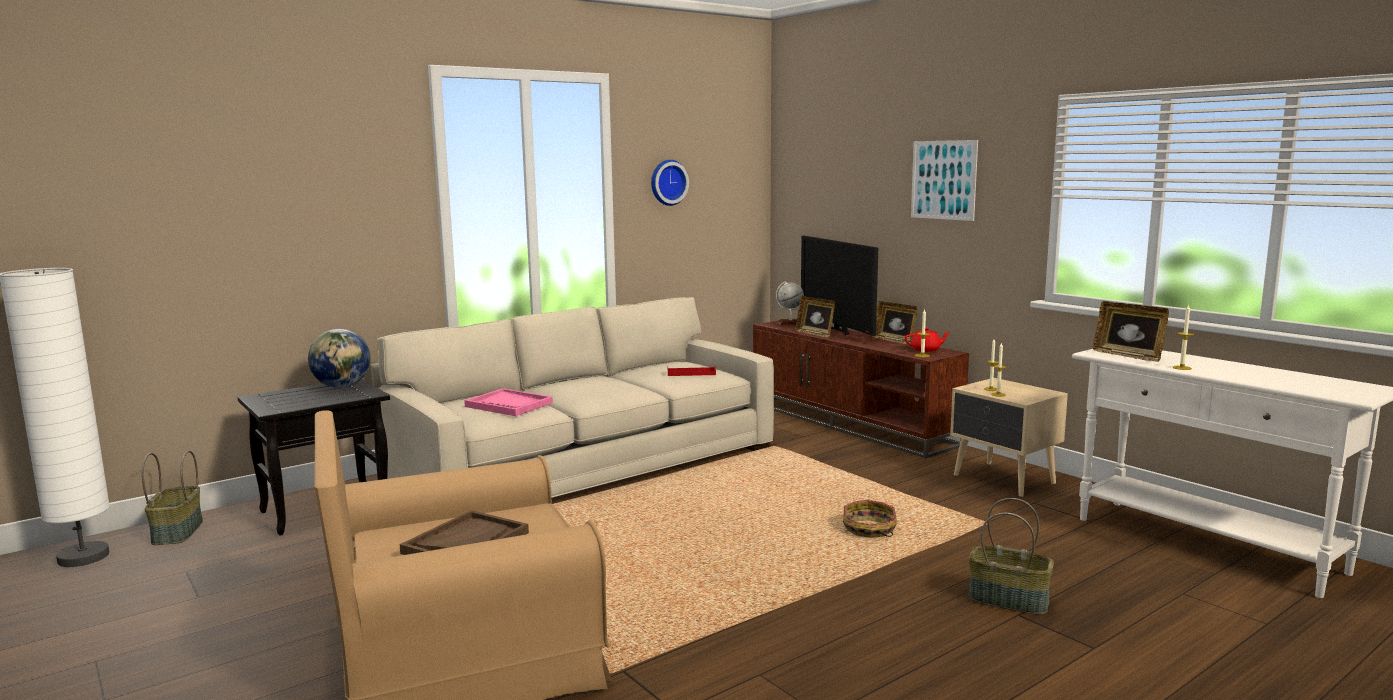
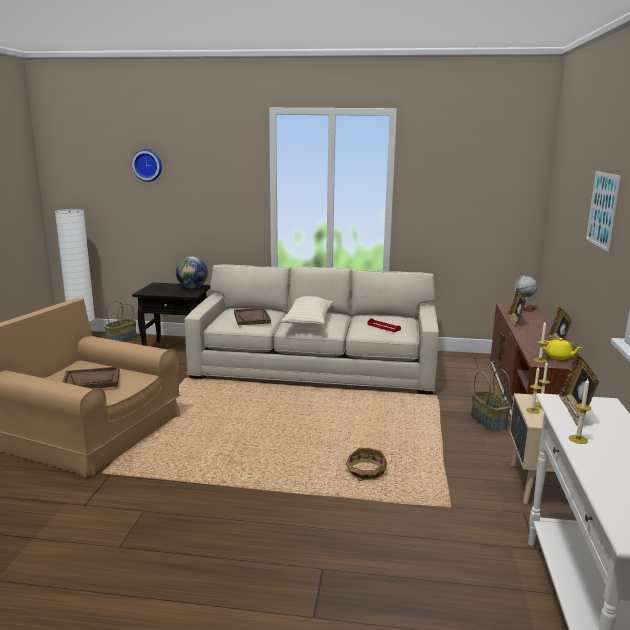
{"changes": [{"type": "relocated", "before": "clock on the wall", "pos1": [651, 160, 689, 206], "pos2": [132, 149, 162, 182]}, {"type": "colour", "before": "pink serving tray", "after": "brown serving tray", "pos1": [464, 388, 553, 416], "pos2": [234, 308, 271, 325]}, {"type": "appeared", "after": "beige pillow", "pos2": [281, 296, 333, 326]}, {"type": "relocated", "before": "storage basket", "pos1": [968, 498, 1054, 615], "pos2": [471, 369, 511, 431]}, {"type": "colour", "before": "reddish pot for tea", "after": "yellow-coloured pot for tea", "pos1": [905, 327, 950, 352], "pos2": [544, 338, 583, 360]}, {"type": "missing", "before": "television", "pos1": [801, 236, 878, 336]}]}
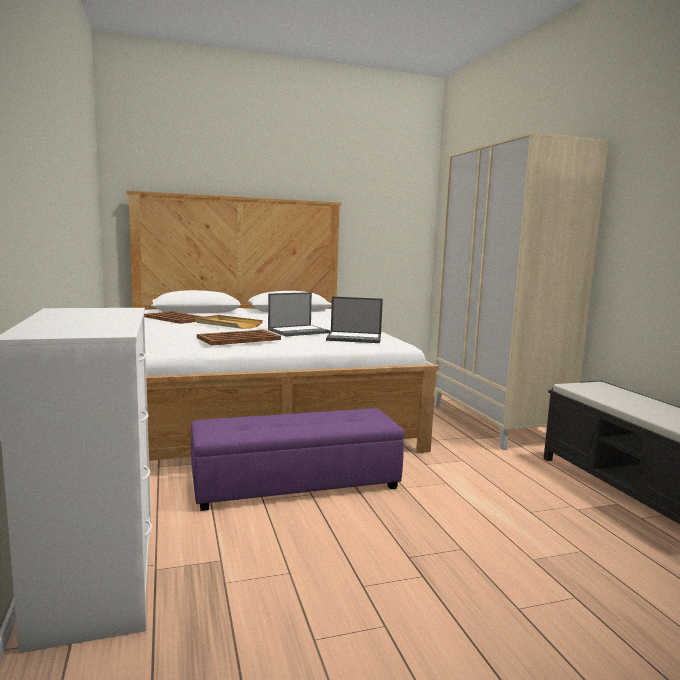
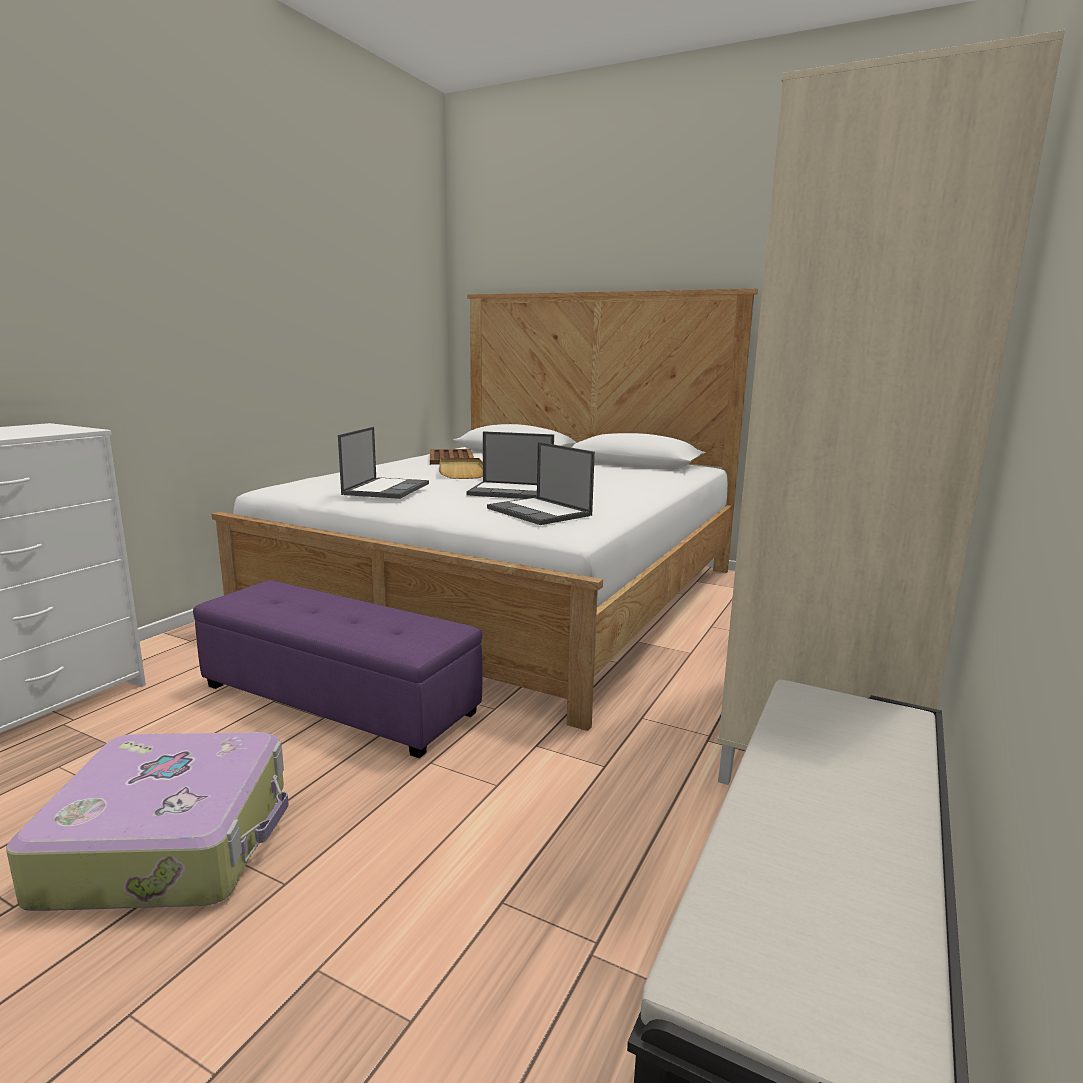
{"changes": [{"type": "appeared", "after": "travel case", "pos2": [6, 732, 289, 911]}, {"type": "exchanged", "before": "brown serving tray", "after": "notebook computer", "pos1": [197, 330, 281, 345], "pos2": [338, 427, 429, 499]}]}
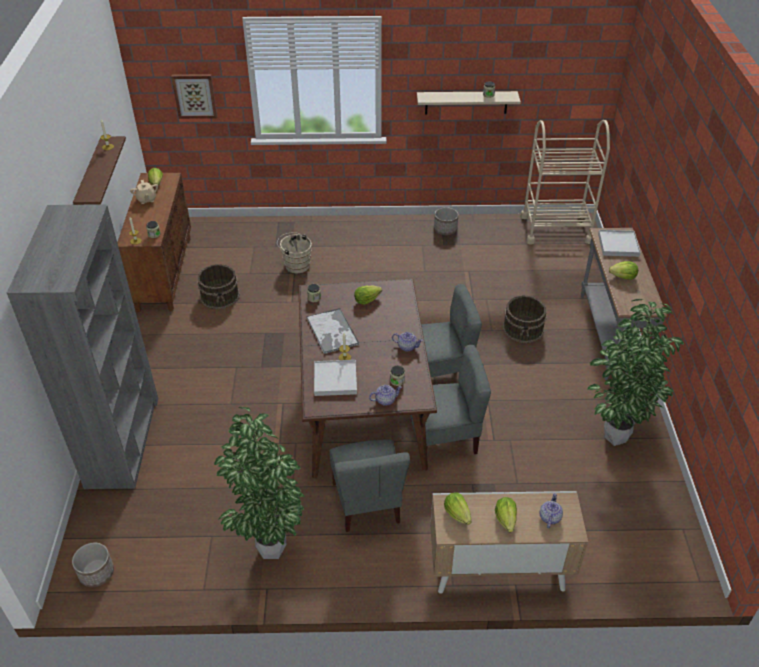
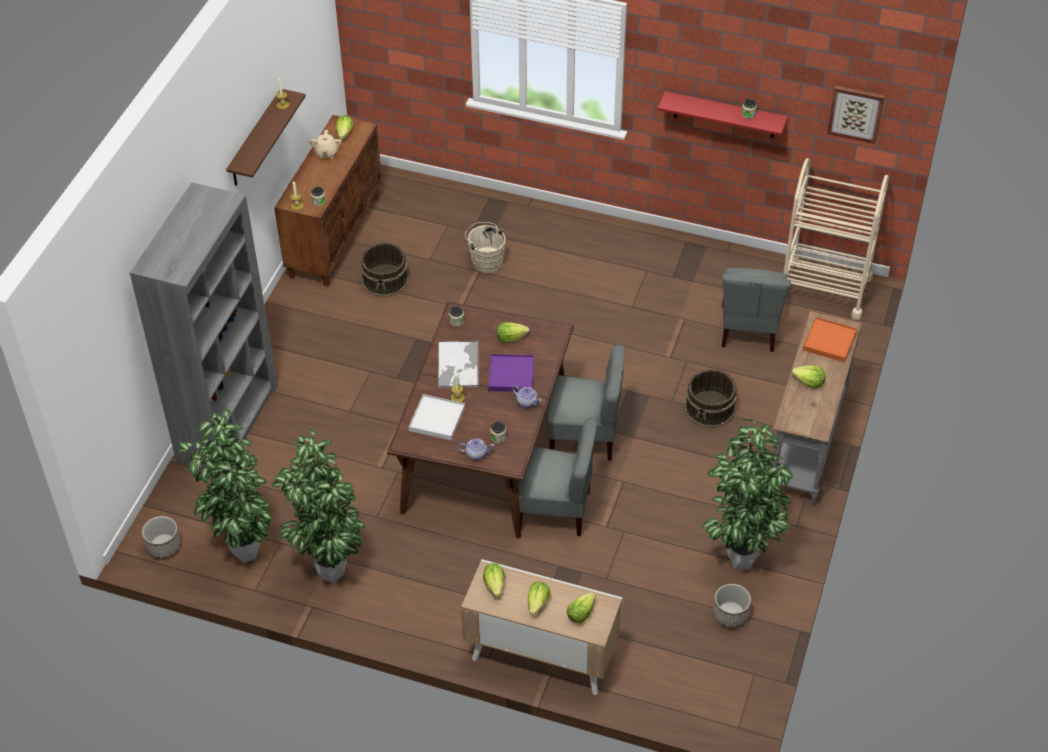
{"changes": [{"type": "appeared", "after": "houseplant", "pos2": [178, 407, 273, 563]}, {"type": "appeared", "after": "purple serving tray", "pos2": [488, 354, 534, 392]}, {"type": "exchanged", "before": "pot for tea", "after": "lettuce", "pos1": [540, 493, 563, 528], "pos2": [567, 592, 596, 624]}, {"type": "colour", "before": "beige shelf", "after": "reddish shelf", "pos1": [417, 91, 521, 115], "pos2": [658, 91, 788, 138]}, {"type": "relocated", "before": "flower pot", "pos1": [434, 207, 458, 235], "pos2": [713, 584, 751, 628]}, {"type": "relocated", "before": "greyish chair", "pos1": [330, 439, 410, 532], "pos2": [722, 268, 791, 352]}, {"type": "colour", "before": "white-coloured serving tray", "after": "orangey serving tray", "pos1": [598, 230, 640, 257], "pos2": [803, 317, 857, 362]}, {"type": "relocated", "before": "wall art", "pos1": [171, 74, 217, 119], "pos2": [827, 85, 885, 144]}]}
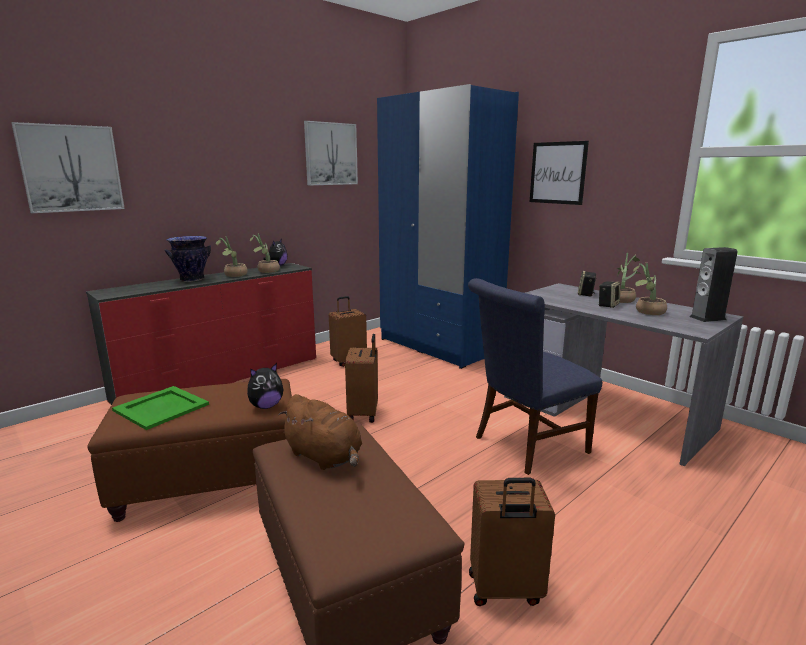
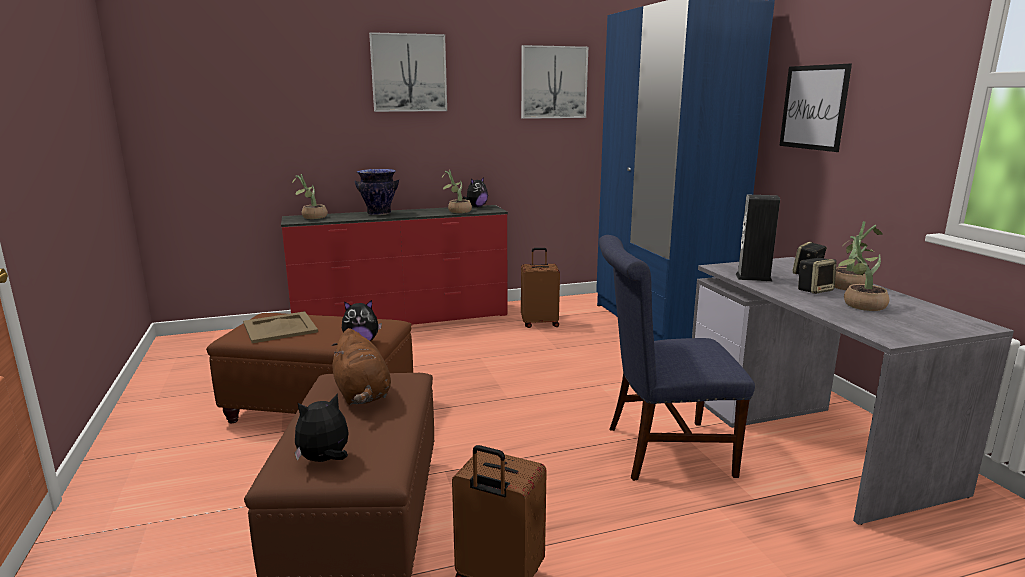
{"changes": [{"type": "colour", "before": "green serving tray", "after": "beige serving tray", "pos1": [112, 386, 209, 430], "pos2": [243, 311, 318, 343]}, {"type": "relocated", "before": "houseplant", "pos1": [216, 236, 248, 277], "pos2": [292, 174, 328, 219]}, {"type": "appeared", "after": "soft toy", "pos2": [295, 393, 349, 462]}, {"type": "relocated", "before": "wall art", "pos1": [11, 122, 125, 213], "pos2": [369, 32, 447, 112]}, {"type": "relocated", "before": "speaker", "pos1": [689, 247, 738, 322], "pos2": [736, 194, 780, 281]}, {"type": "missing", "before": "brown travel case", "pos1": [345, 334, 378, 423]}]}
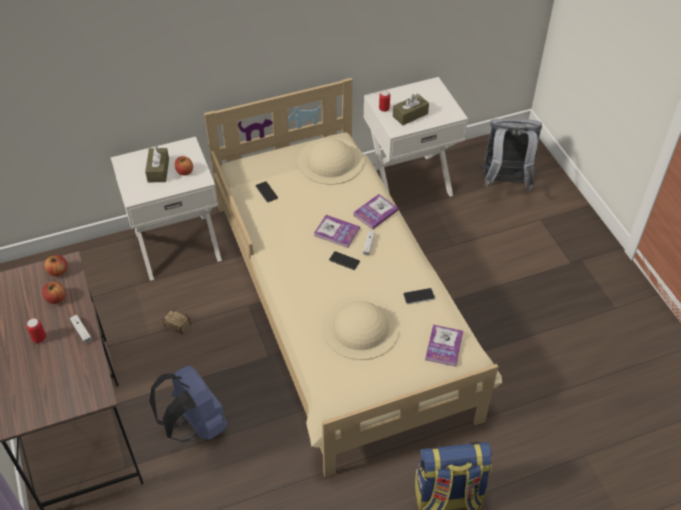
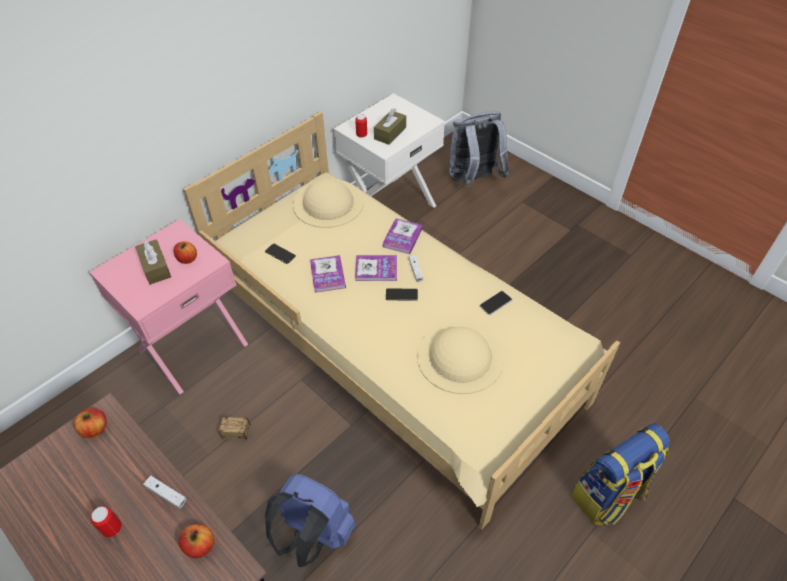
{"changes": [{"type": "colour", "before": "white-coloured bedside table", "after": "pink bedside table", "pos1": [111, 137, 222, 281], "pos2": [89, 219, 248, 394]}, {"type": "relocated", "before": "whole apple", "pos1": [42, 282, 66, 304], "pos2": [179, 524, 214, 558]}, {"type": "relocated", "before": "book", "pos1": [425, 325, 463, 367], "pos2": [310, 255, 346, 293]}]}
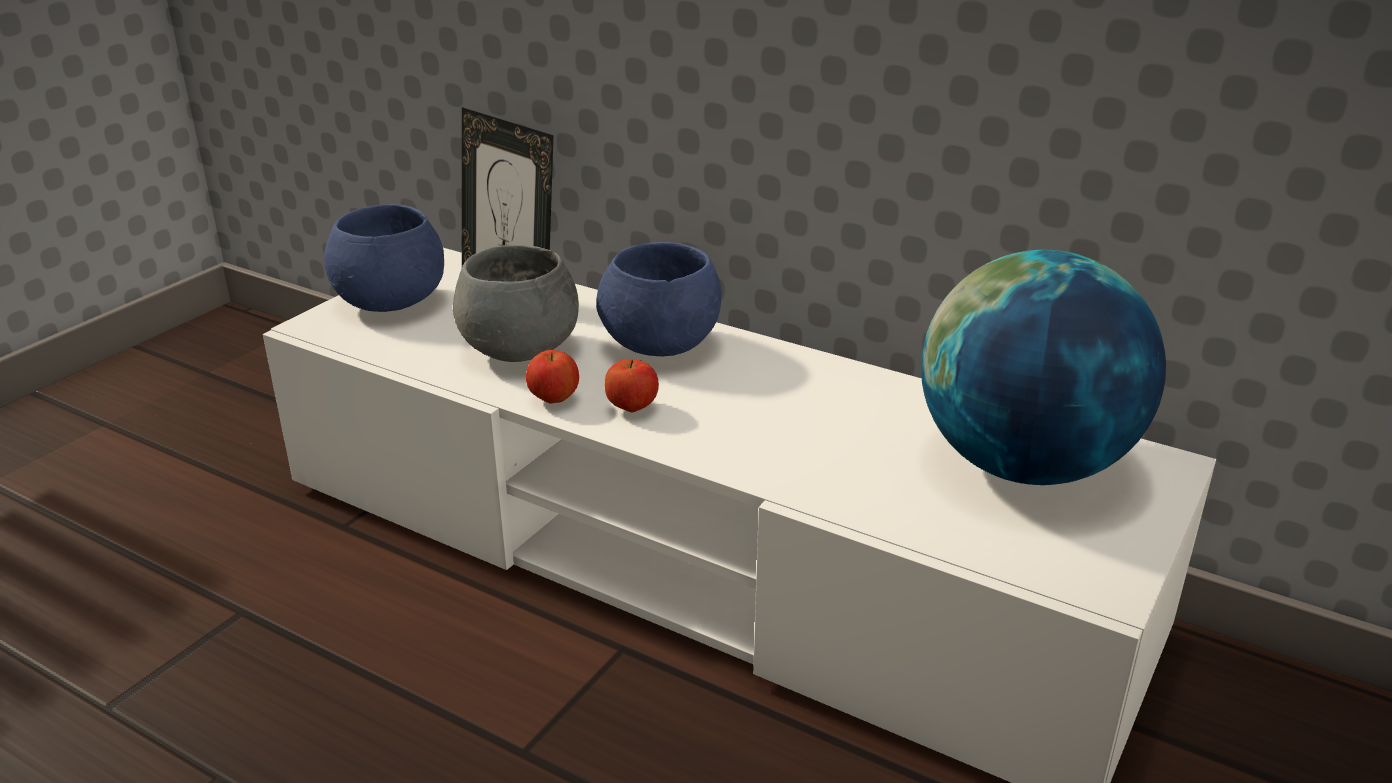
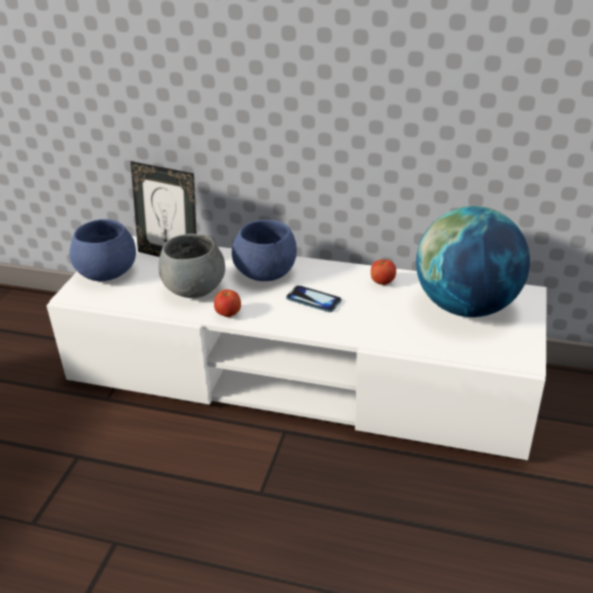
{"changes": [{"type": "appeared", "after": "phone", "pos2": [286, 285, 341, 312]}, {"type": "relocated", "before": "whole apple", "pos1": [605, 360, 659, 412], "pos2": [371, 259, 396, 285]}]}
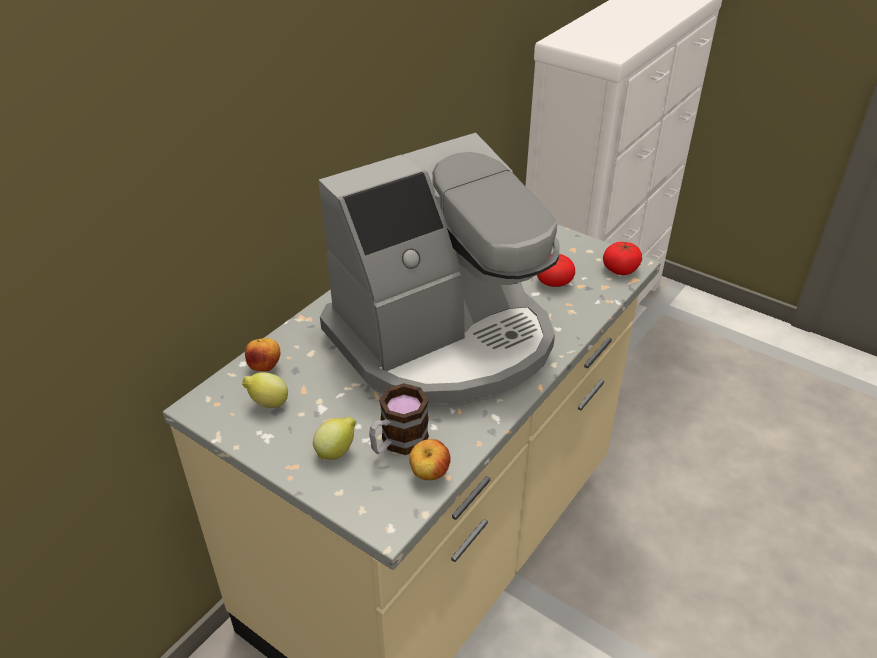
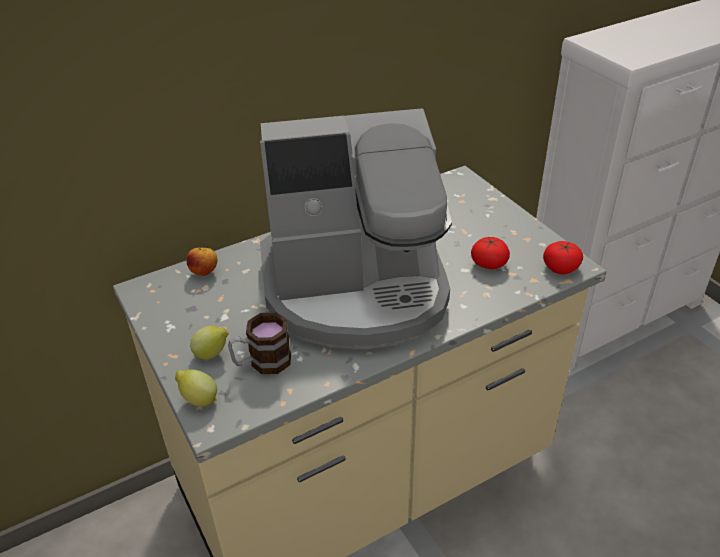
{"changes": [{"type": "relocated", "before": "citrus fruit", "pos1": [242, 372, 288, 408], "pos2": [175, 369, 217, 407]}, {"type": "missing", "before": "whole apple", "pos1": [409, 439, 450, 480]}]}
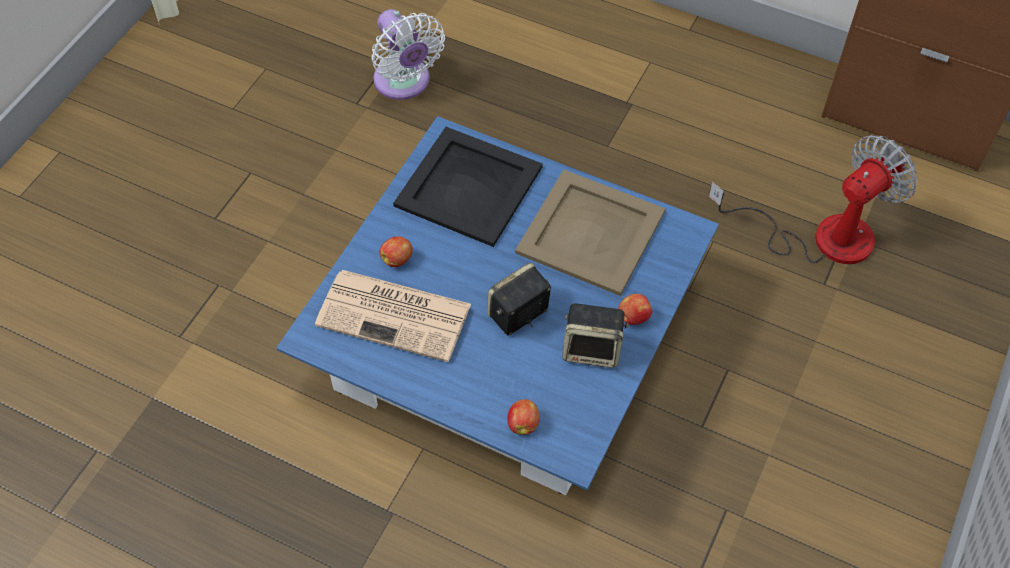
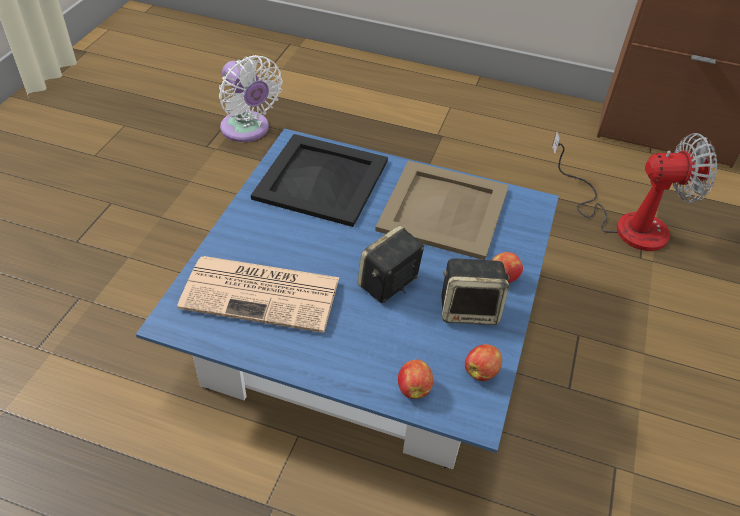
{"changes": [{"type": "relocated", "before": "whole apple", "pos1": [379, 236, 413, 267], "pos2": [465, 344, 502, 381]}, {"type": "spun", "before": "fan", "pos1": [709, 135, 917, 264], "pos2": [552, 131, 717, 251], "turn": 45}]}
